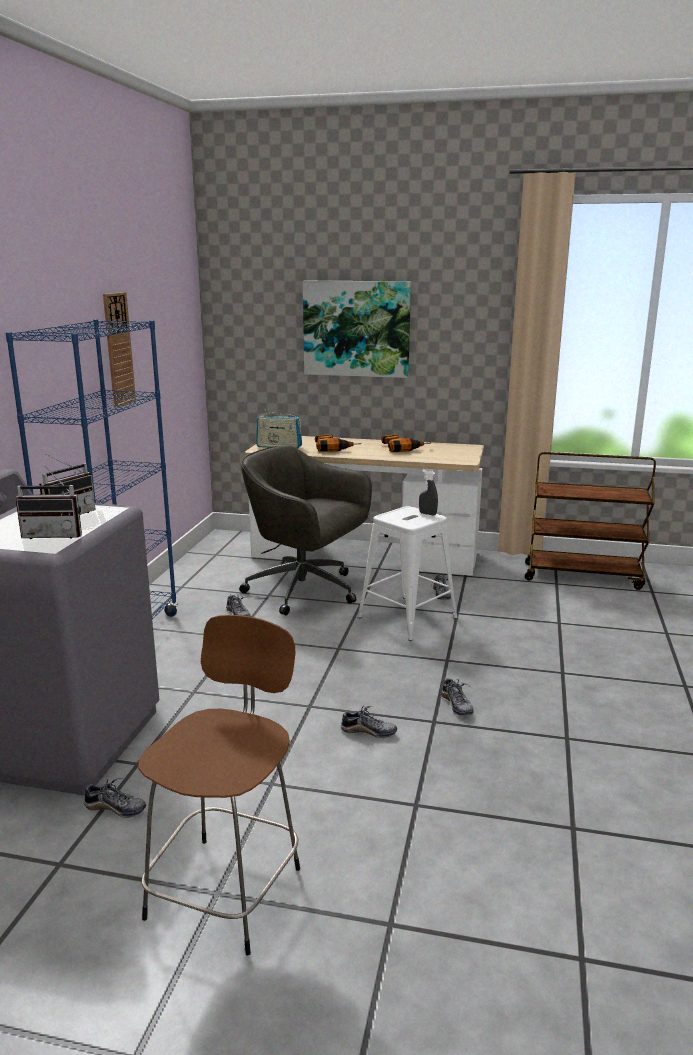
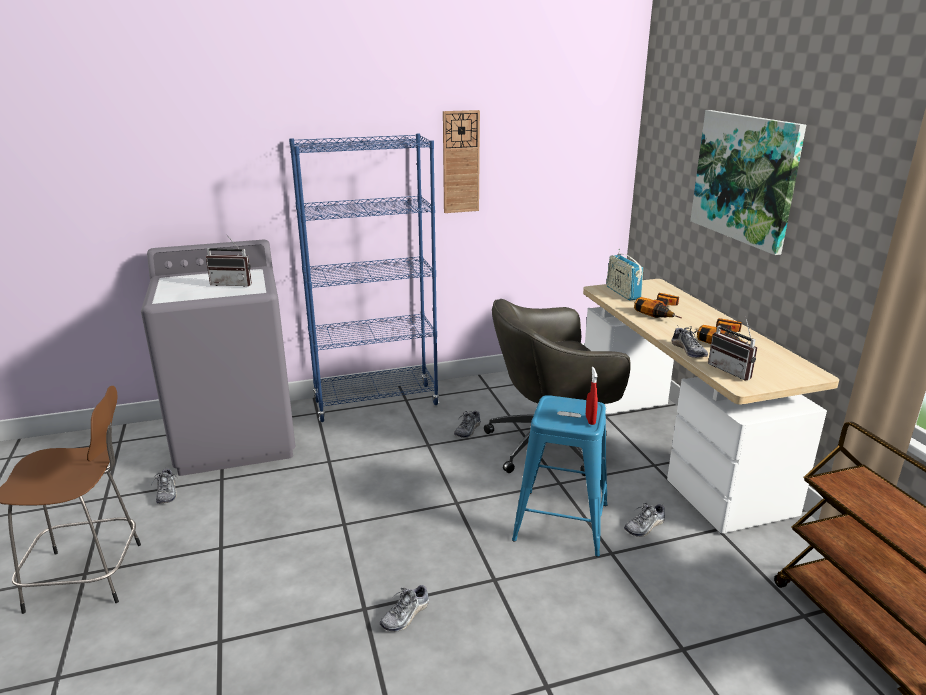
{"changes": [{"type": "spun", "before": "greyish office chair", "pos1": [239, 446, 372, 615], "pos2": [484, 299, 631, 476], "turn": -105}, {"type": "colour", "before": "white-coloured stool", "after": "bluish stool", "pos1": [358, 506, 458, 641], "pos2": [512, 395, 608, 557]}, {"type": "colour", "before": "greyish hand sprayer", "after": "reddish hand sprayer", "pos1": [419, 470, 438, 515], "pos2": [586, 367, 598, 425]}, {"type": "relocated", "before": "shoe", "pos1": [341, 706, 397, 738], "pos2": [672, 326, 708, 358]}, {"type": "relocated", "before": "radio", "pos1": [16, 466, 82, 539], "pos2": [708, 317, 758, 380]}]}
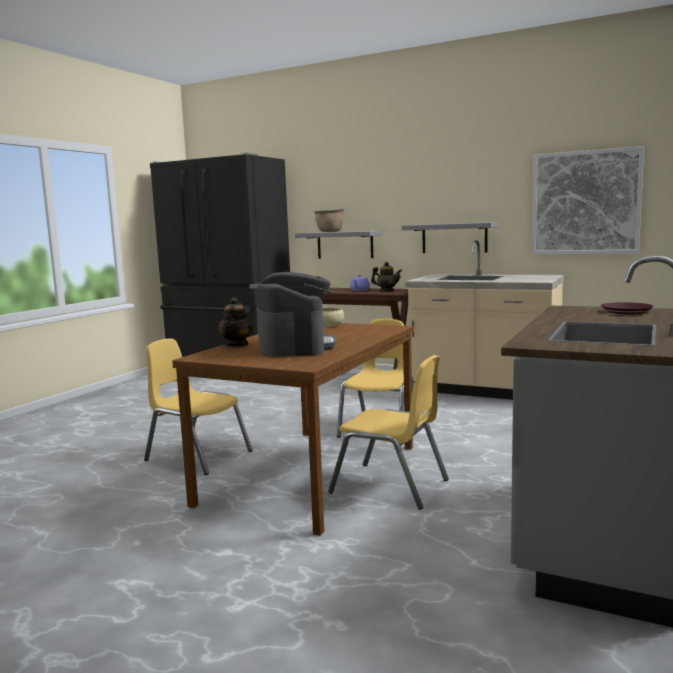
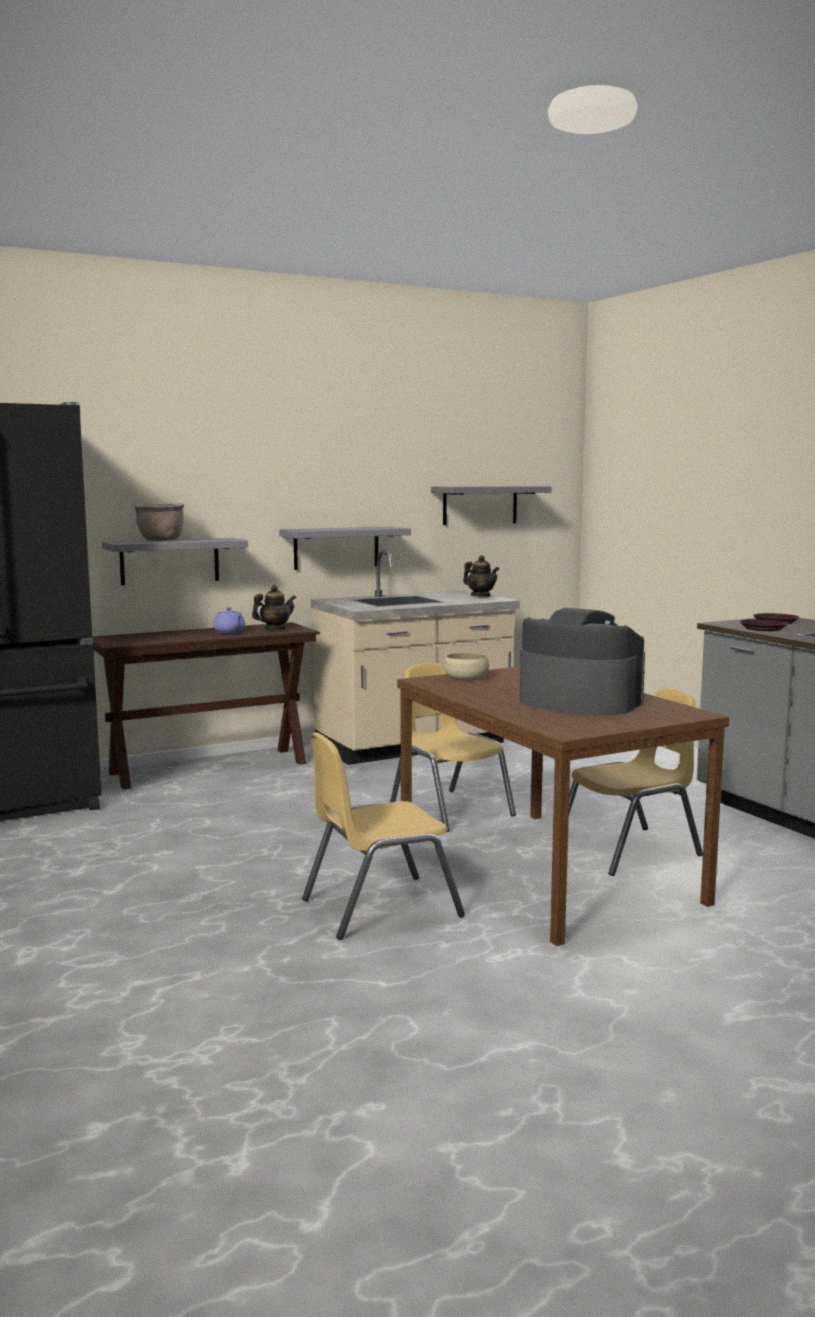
{"changes": [{"type": "exchanged", "before": "wall art", "after": "greyish shelf", "pos1": [532, 146, 644, 255], "pos2": [431, 486, 552, 525]}, {"type": "relocated", "before": "pot for tea", "pos1": [218, 297, 253, 347], "pos2": [463, 555, 499, 597]}, {"type": "appeared", "after": "brown flat dish", "pos2": [740, 619, 788, 631]}]}
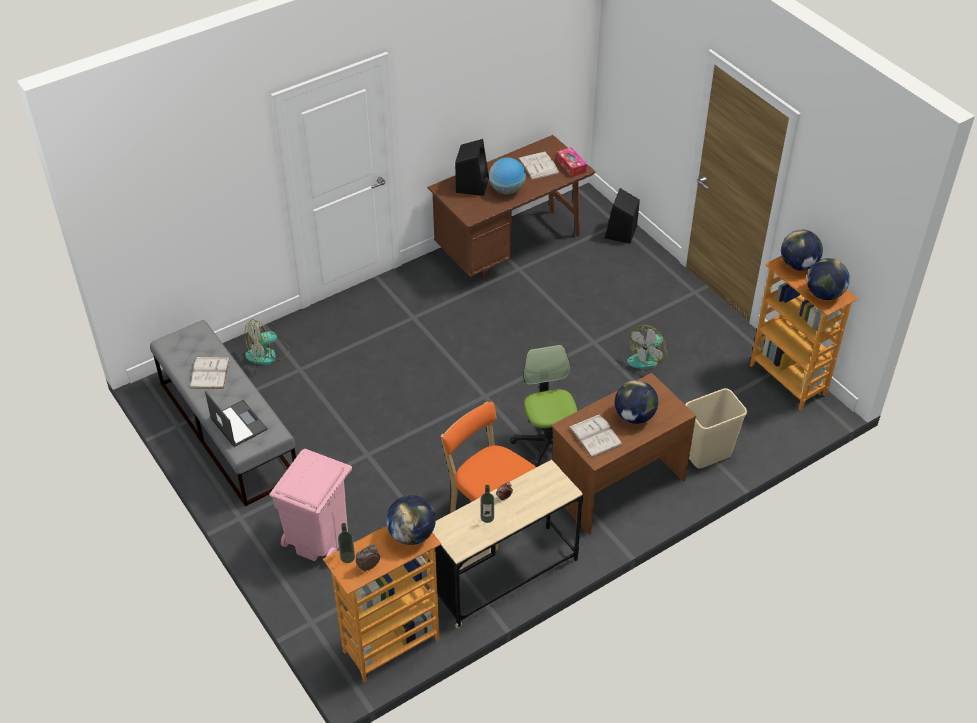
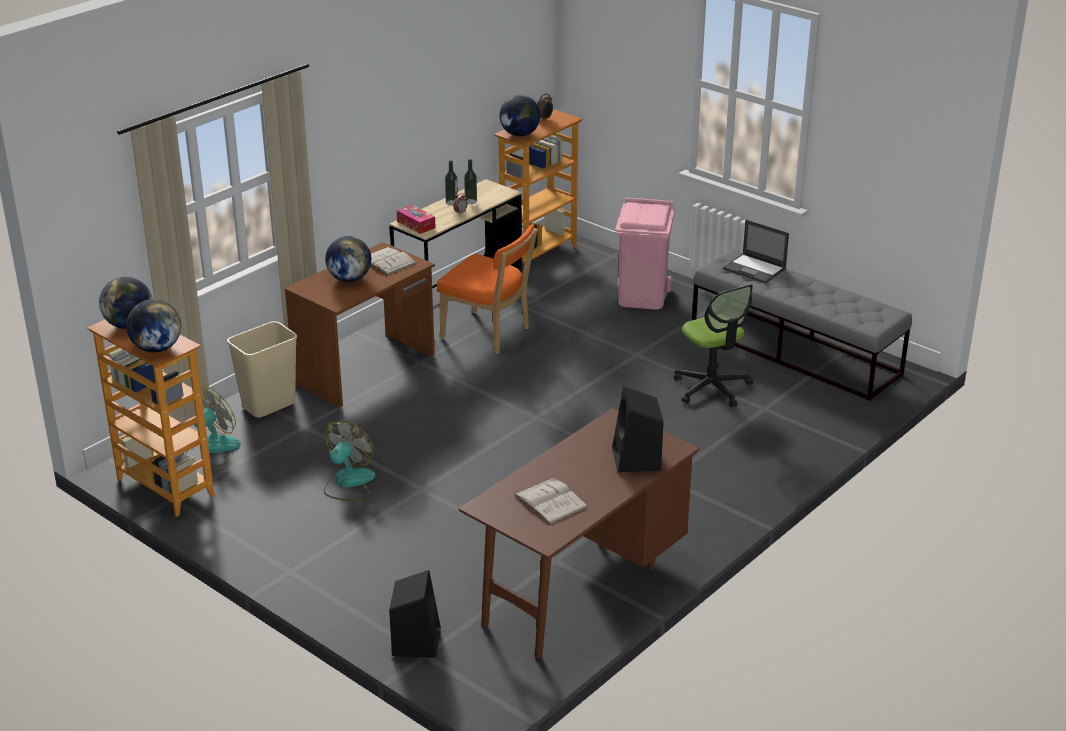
{"changes": [{"type": "relocated", "before": "fan", "pos1": [245, 319, 290, 365], "pos2": [185, 388, 241, 466]}, {"type": "relocated", "before": "box of tissues", "pos1": [557, 147, 587, 177], "pos2": [397, 205, 435, 234]}, {"type": "relocated", "before": "bottle", "pos1": [338, 523, 355, 563], "pos2": [445, 160, 458, 205]}, {"type": "relocated", "before": "office chair", "pos1": [510, 345, 577, 467], "pos2": [674, 284, 753, 407]}, {"type": "missing", "before": "white-coloured book", "pos1": [190, 357, 230, 389]}, {"type": "missing", "before": "globe", "pos1": [489, 157, 526, 195]}]}
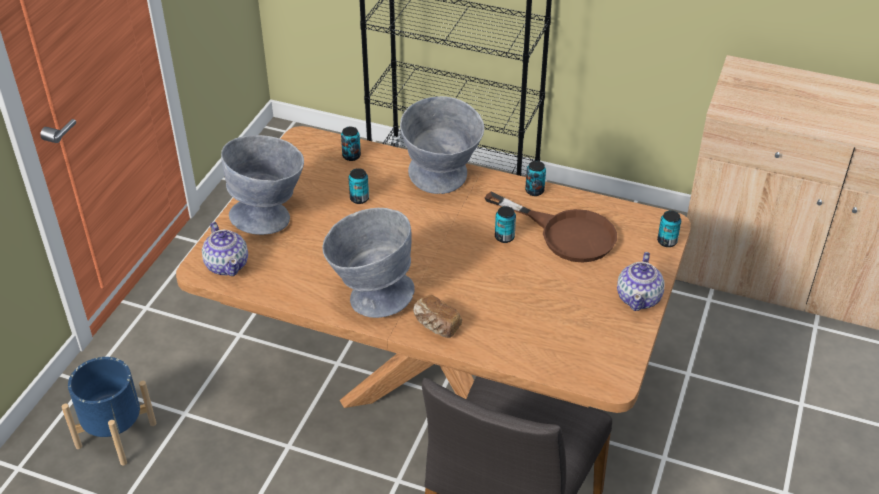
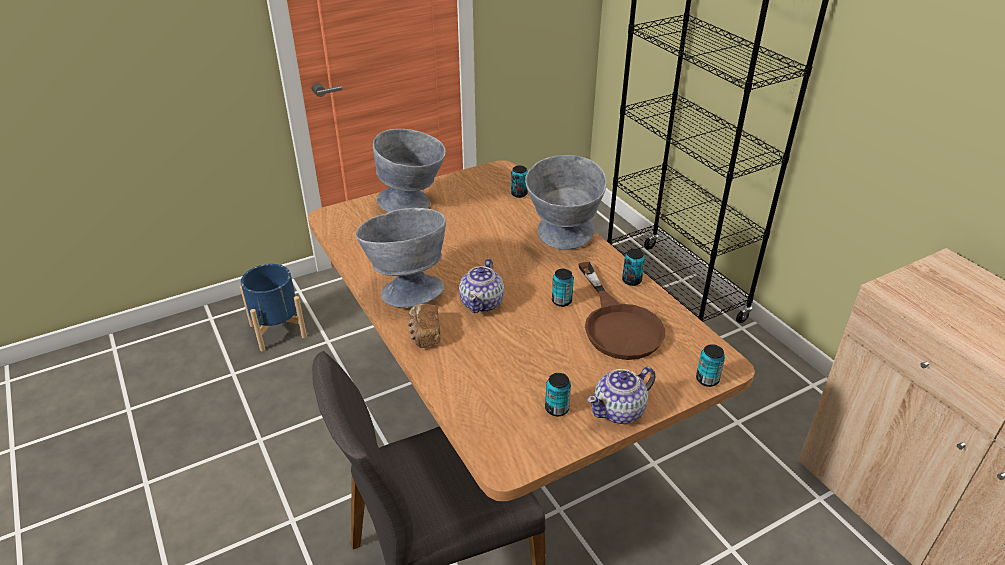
{"changes": [{"type": "relocated", "before": "pot for tea", "pos1": [202, 222, 248, 276], "pos2": [459, 258, 504, 313]}, {"type": "relocated", "before": "sealed can", "pos1": [348, 168, 369, 204], "pos2": [545, 373, 571, 416]}]}
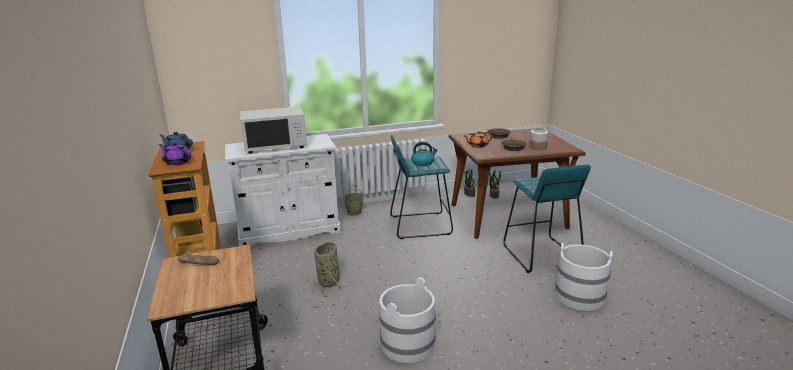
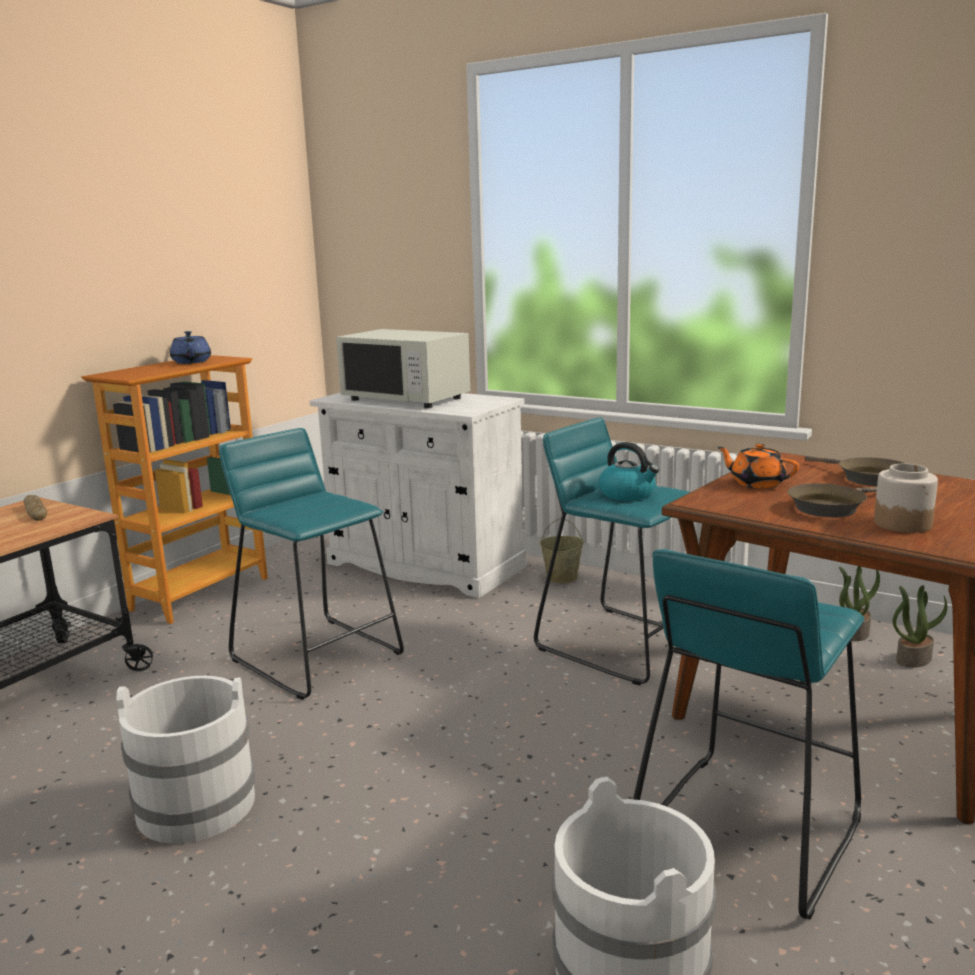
{"changes": [{"type": "exchanged", "before": "storage basket", "after": "turquoise stool", "pos1": [314, 242, 342, 295], "pos2": [219, 428, 404, 700]}, {"type": "missing", "before": "purple pot for tea", "pos1": [159, 142, 191, 165]}]}
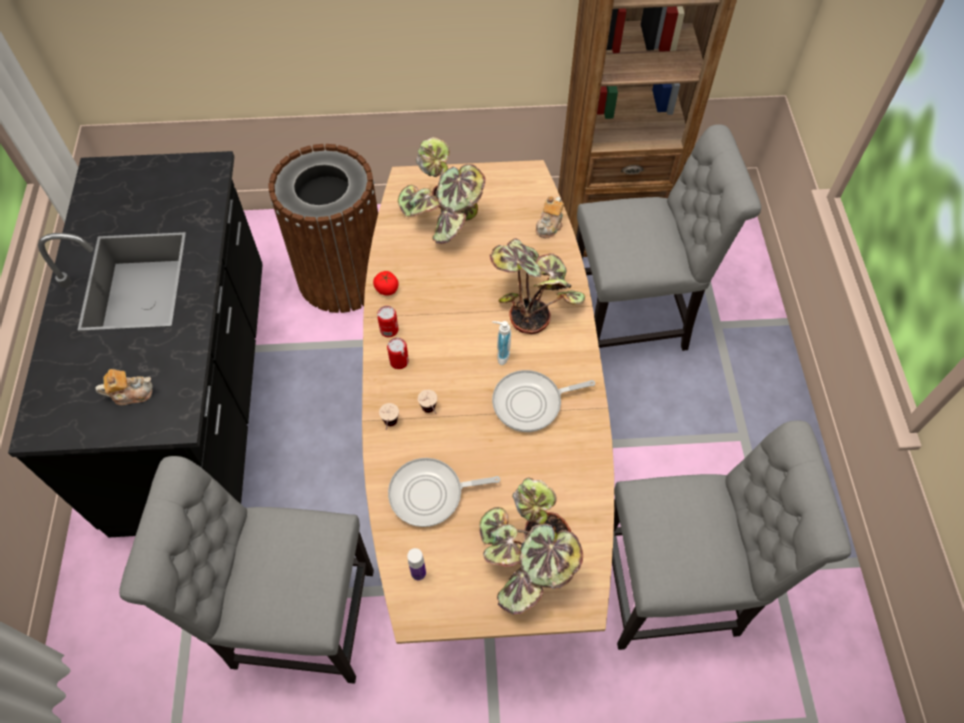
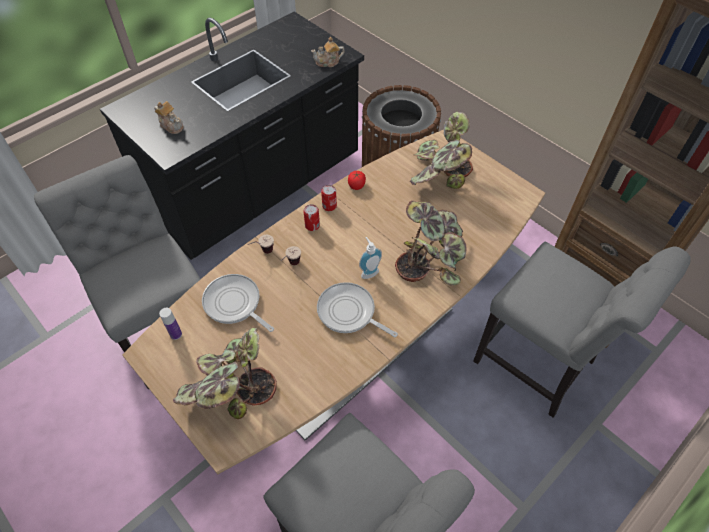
{"changes": [{"type": "relocated", "before": "pot for tea", "pos1": [536, 196, 564, 238], "pos2": [311, 37, 345, 67]}]}
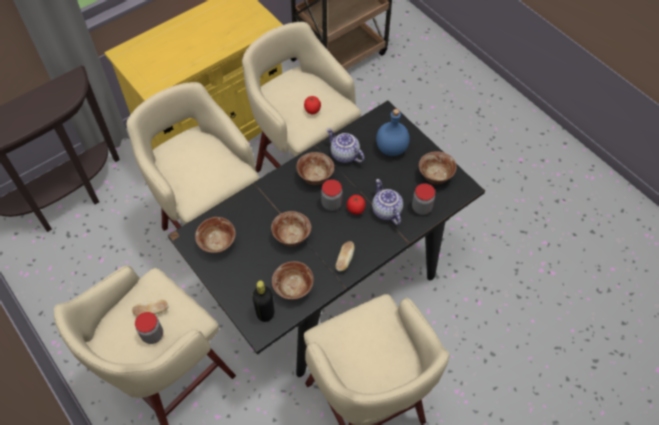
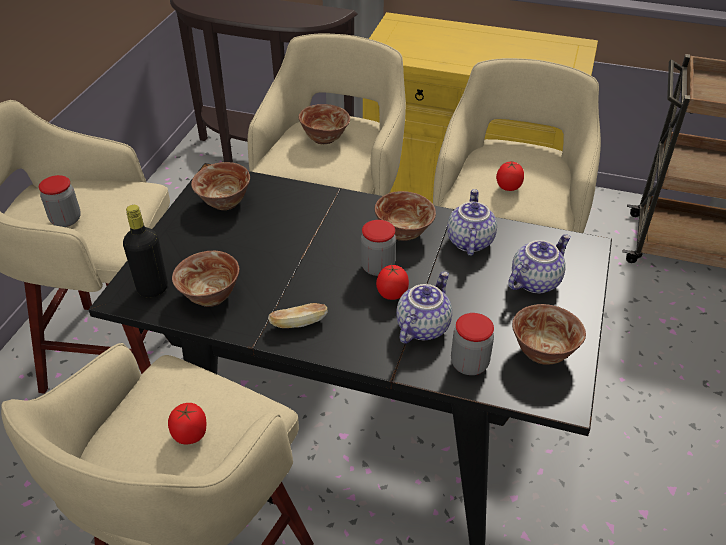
{"changes": [{"type": "appeared", "after": "tomato", "pos2": [168, 403, 206, 445]}, {"type": "relocated", "before": "deep dish", "pos1": [271, 211, 311, 246], "pos2": [299, 104, 350, 144]}, {"type": "exchanged", "before": "bluish bottle", "after": "pot for tea", "pos1": [376, 109, 409, 156], "pos2": [508, 234, 571, 293]}, {"type": "missing", "before": "baked bread", "pos1": [132, 300, 169, 317]}]}
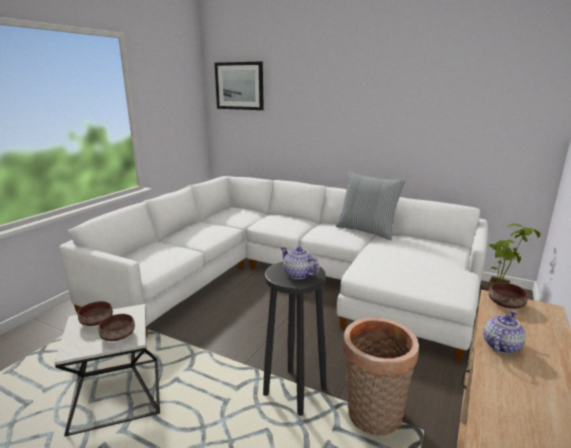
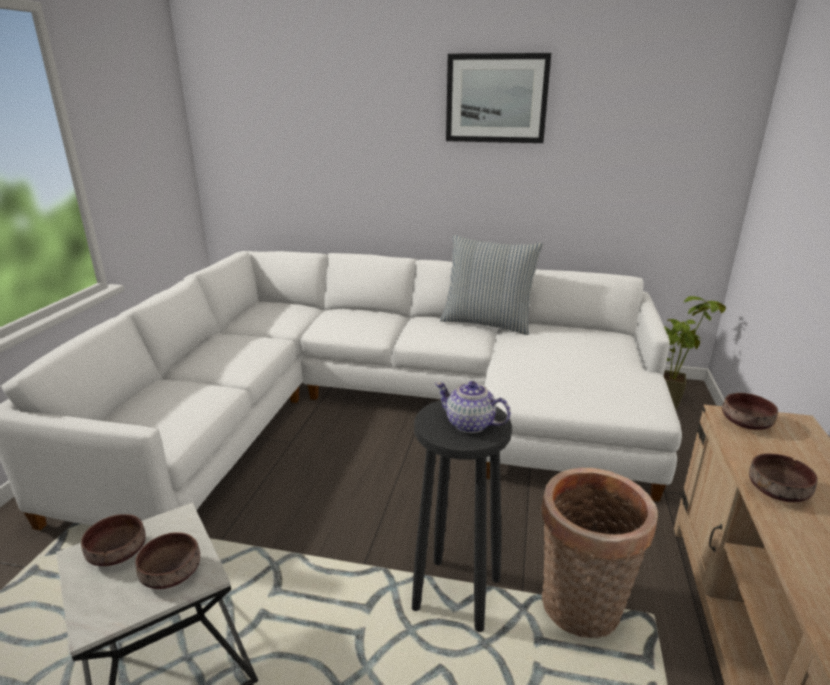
{"changes": [{"type": "relocated", "before": "wall art", "pos1": [215, 62, 264, 110], "pos2": [446, 53, 551, 143]}, {"type": "exchanged", "before": "pot for tea", "after": "brown deep dish", "pos1": [483, 310, 526, 353], "pos2": [749, 453, 818, 502]}]}
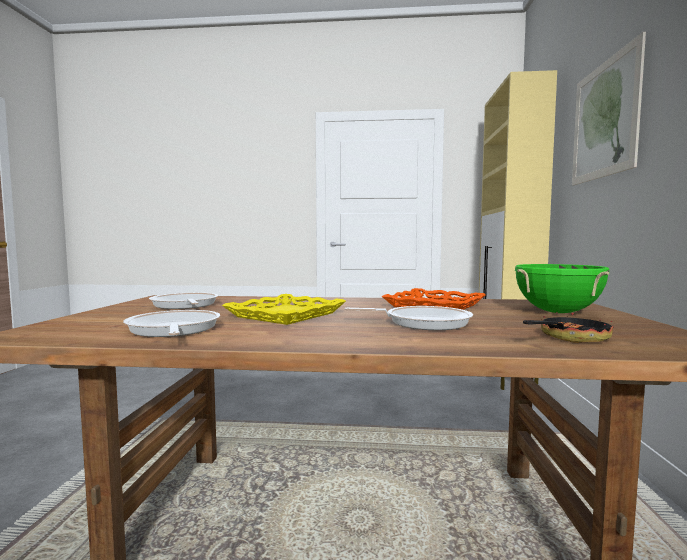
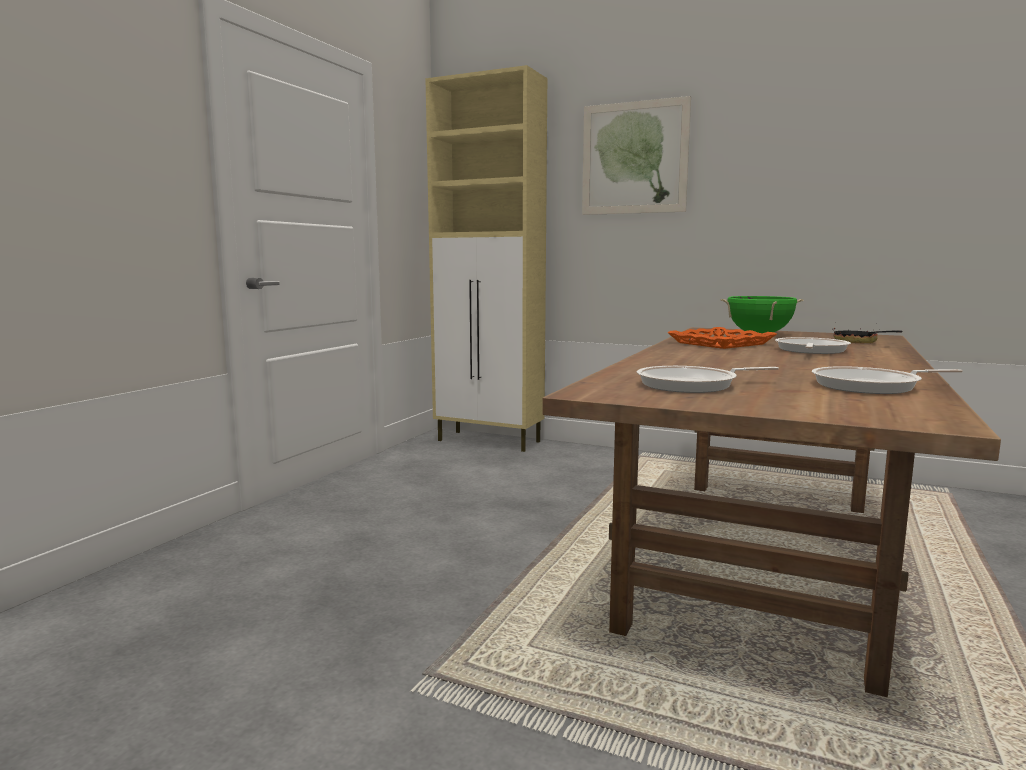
{"changes": [{"type": "missing", "before": "yellow-coloured serving tray", "pos1": [222, 294, 346, 325]}]}
